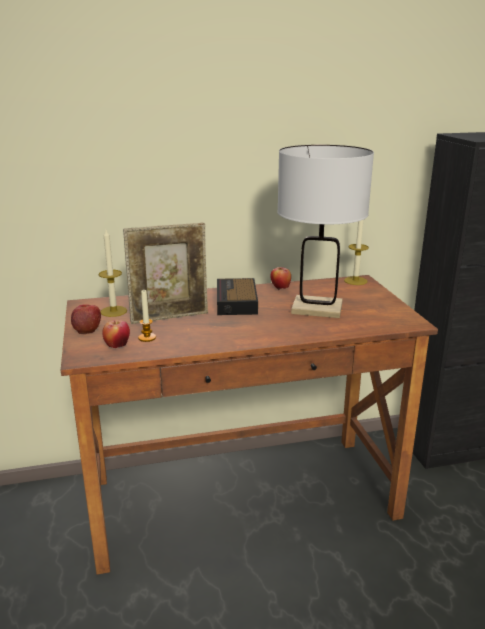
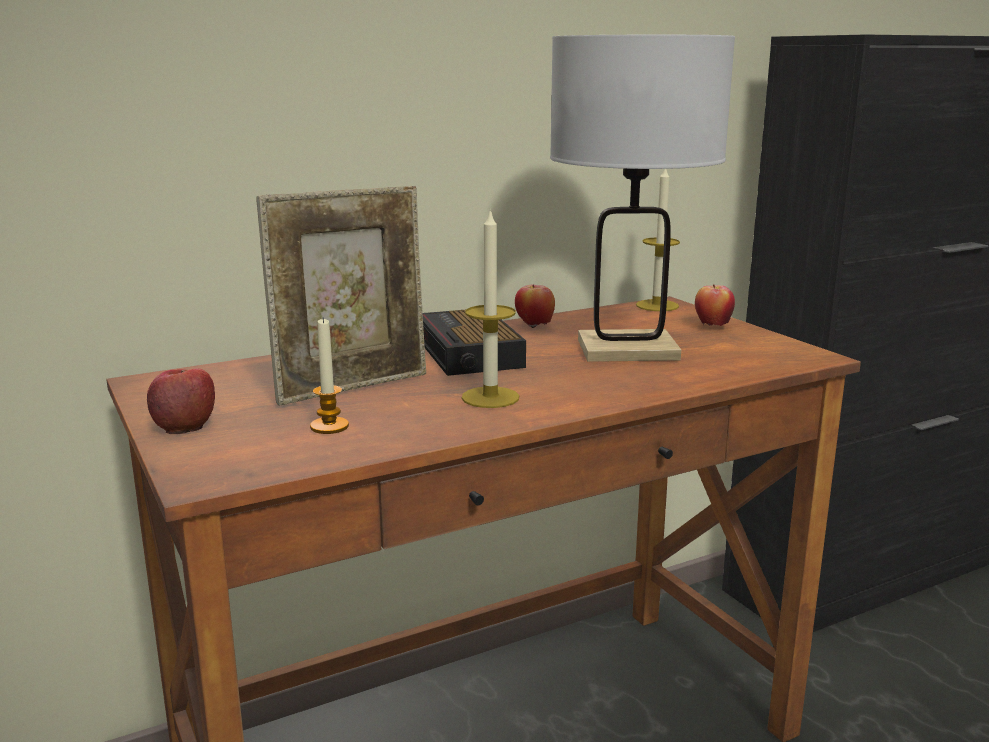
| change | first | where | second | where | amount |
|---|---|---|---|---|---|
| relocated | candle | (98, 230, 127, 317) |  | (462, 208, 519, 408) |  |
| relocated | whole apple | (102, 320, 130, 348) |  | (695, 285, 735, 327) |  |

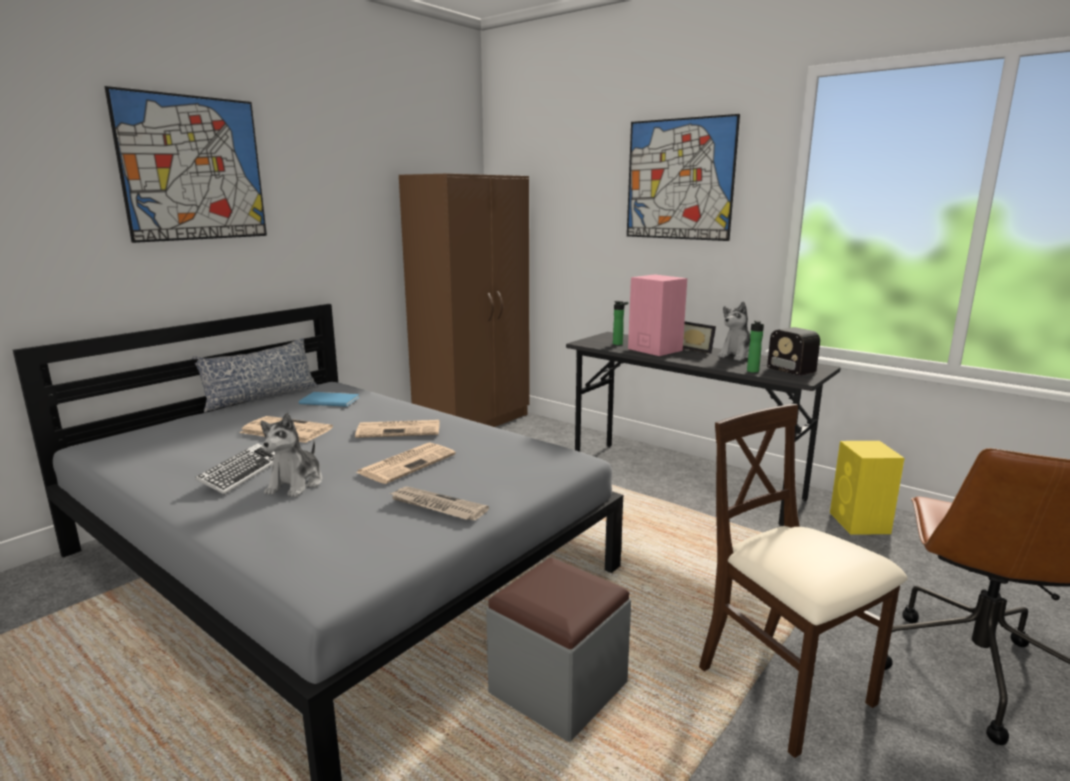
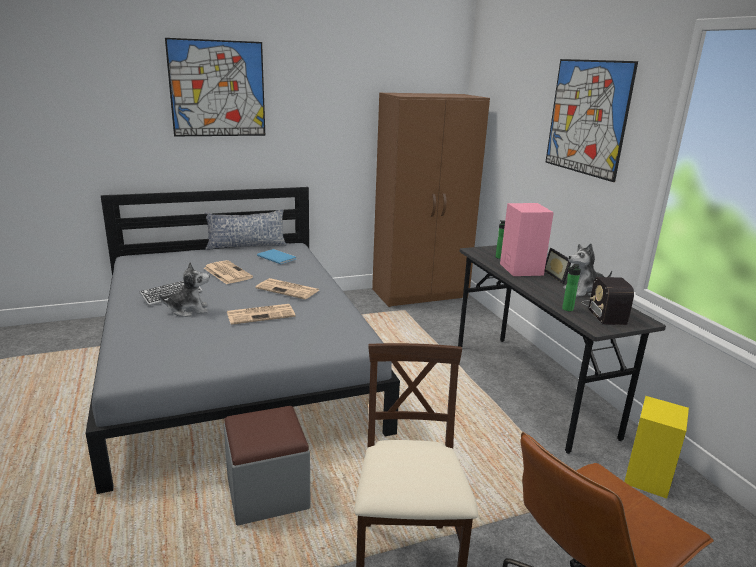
| change | first | where | second | where | amount |
|---|---|---|---|---|---|
| spun | plush toy | (261, 413, 322, 497) |  | (159, 262, 209, 317) | 150 degrees counterclockwise |
| missing | newspaper | (390, 486, 489, 520) |  |  |  |

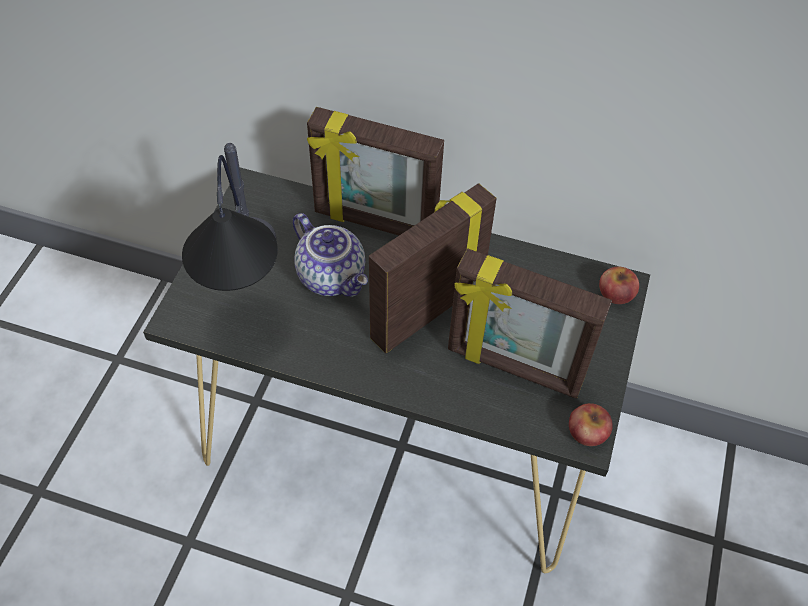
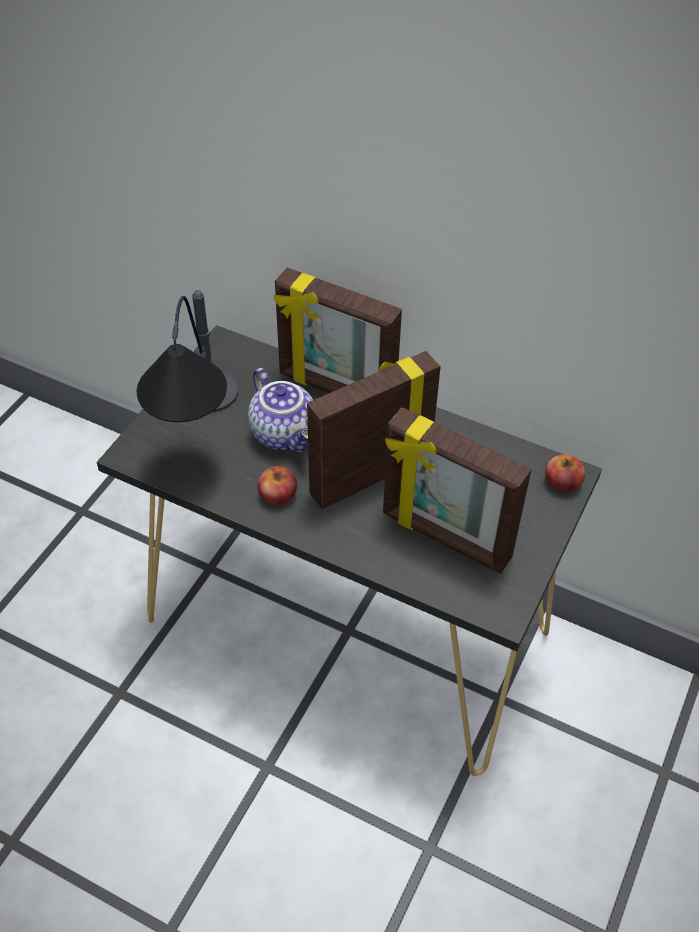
| change | first | where | second | where | amount |
|---|---|---|---|---|---|
| relocated | whole apple | (569, 403, 613, 446) |  | (258, 466, 297, 505) |  |

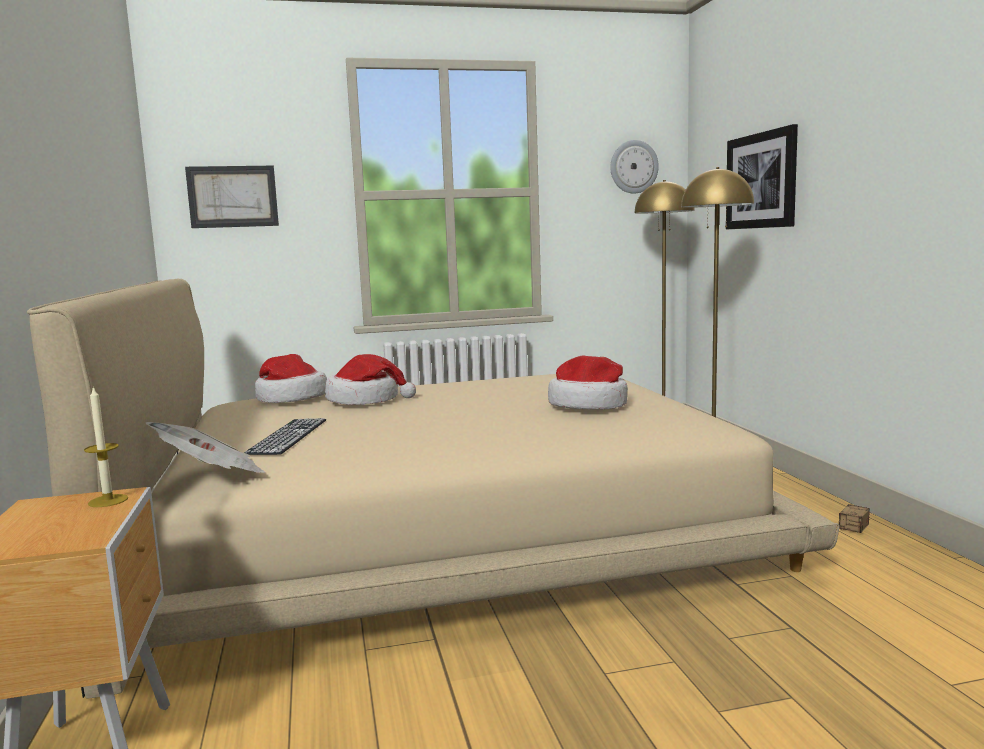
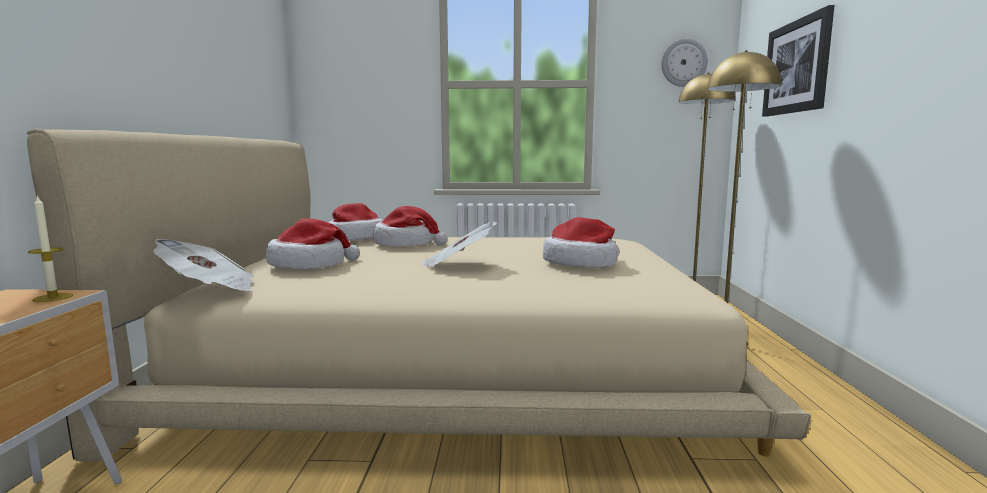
| change | first | where | second | where | amount |
|---|---|---|---|---|---|
| missing | wall art | (185, 166, 279, 228) |  |  |  |
| exchanged | PC keyboard | (244, 418, 326, 455) | hat | (266, 218, 360, 269) |  |
| missing | storage container | (839, 491, 870, 533) |  |  |  |
| appeared |  |  | newspaper | (420, 222, 497, 267) |  |

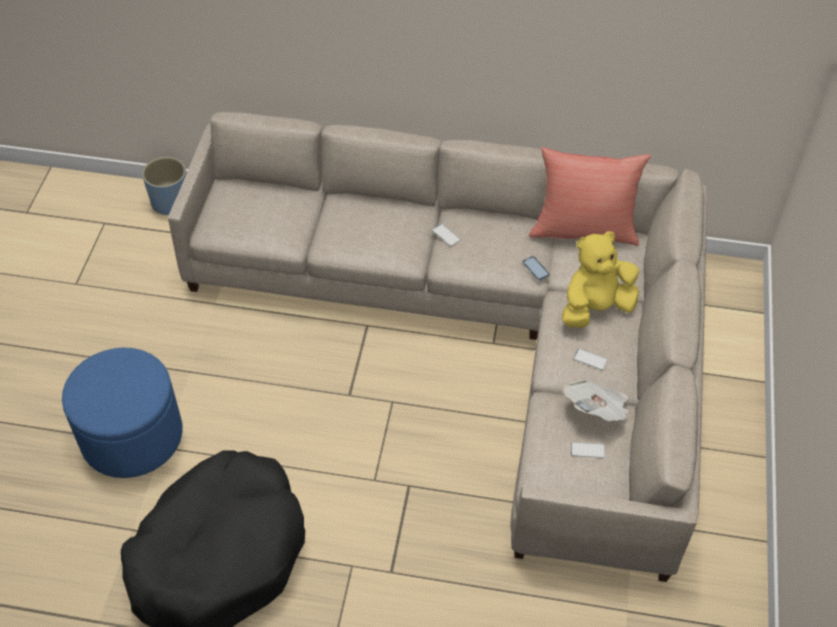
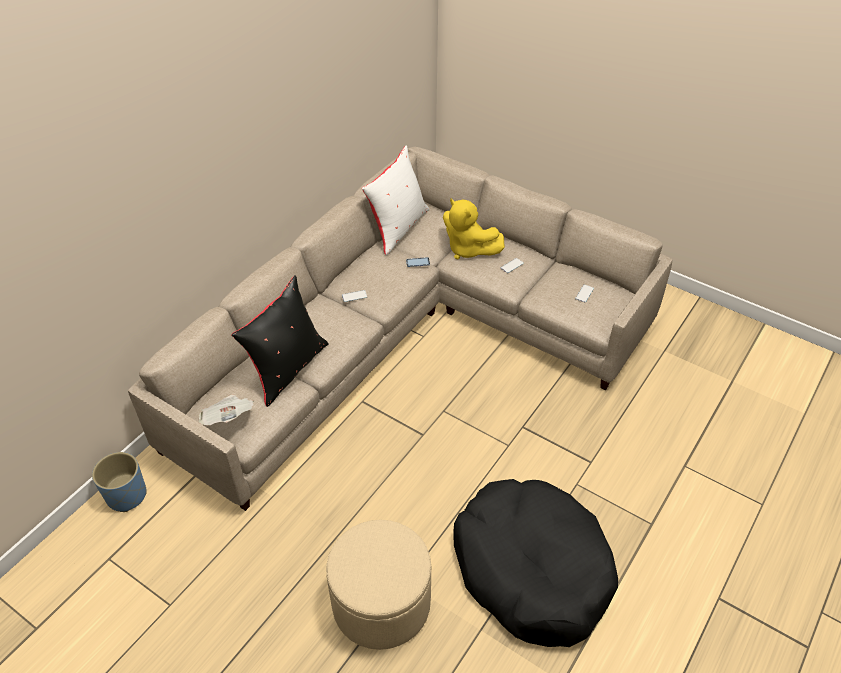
| change | first | where | second | where | amount |
|---|---|---|---|---|---|
| colour | footrest in bluish | (62, 348, 182, 478) | footrest in sand-coloured | (326, 520, 431, 650) |  |
| colour | pillow in red | (529, 147, 651, 246) | pillow in whitish | (362, 145, 430, 255) |  |
| spun | plush toy in yellow | (562, 231, 639, 328) |  | (443, 199, 505, 259) | 45 degrees counterclockwise |
| relocated | newspaper | (563, 379, 629, 421) |  | (199, 395, 255, 425) |  |
| appeared |  |  | pillow in black | (231, 275, 329, 407) |  |

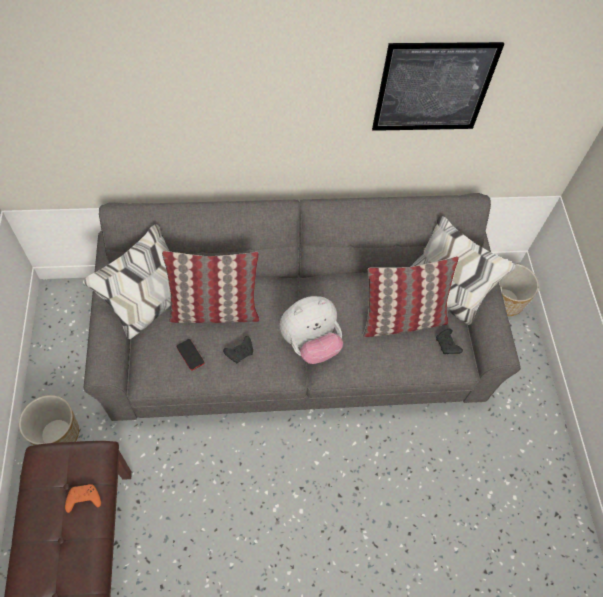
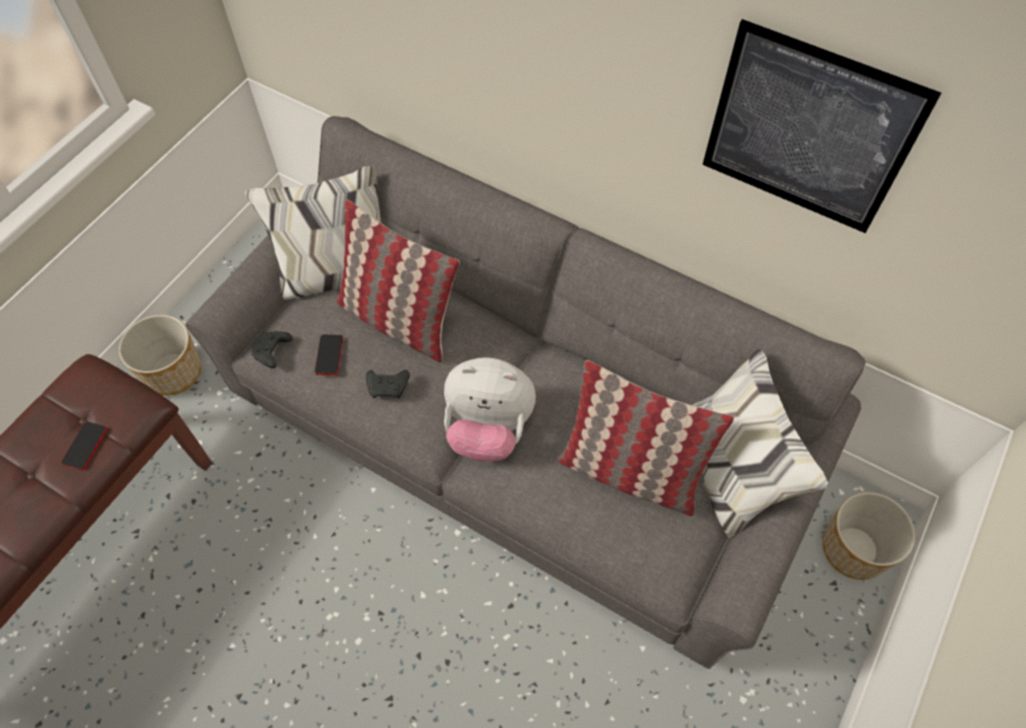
| change | first | where | second | where | amount |
|---|---|---|---|---|---|
| exchanged | joypad in orangey | (65, 484, 101, 513) | phone | (61, 421, 107, 470) |  |
| relocated | joypad in black | (436, 329, 463, 354) |  | (252, 331, 293, 368) |  |

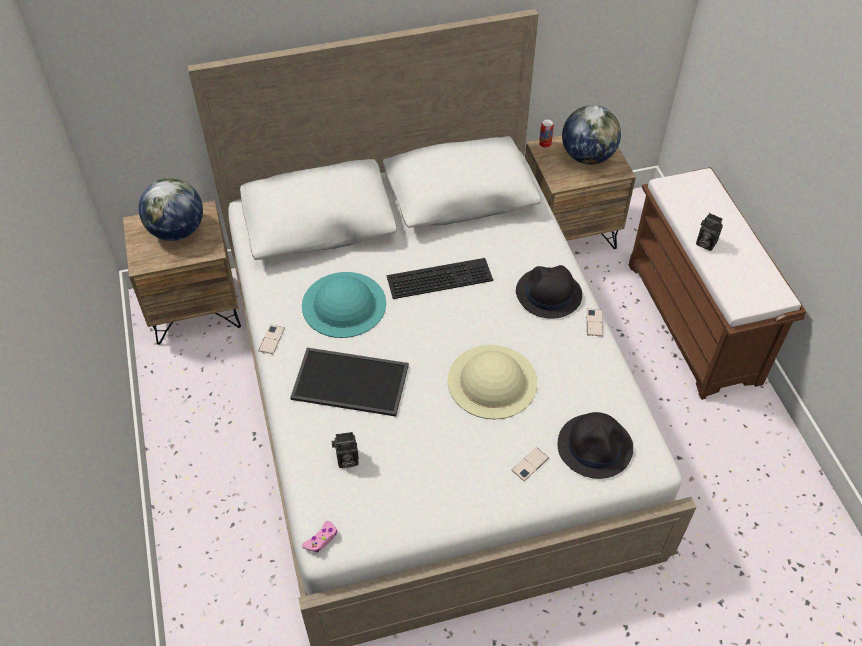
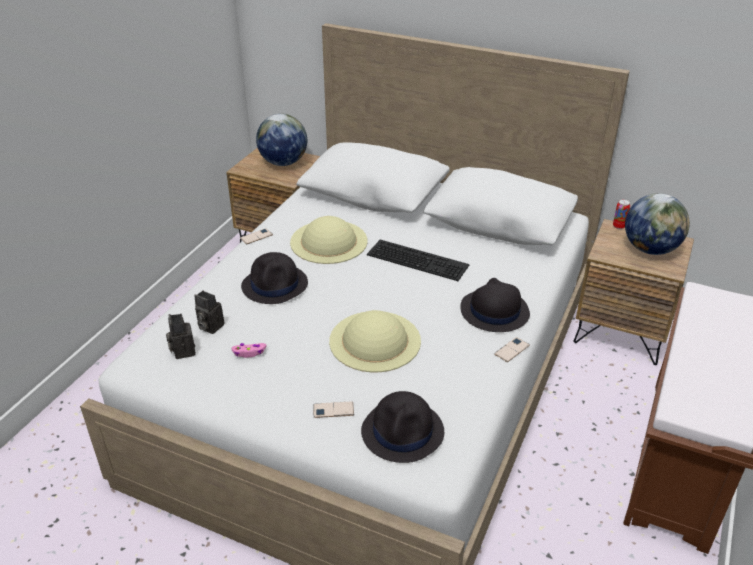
| change | first | where | second | where | amount |
|---|---|---|---|---|---|
| exchanged | carrying tray | (290, 348, 409, 417) | hat in black | (241, 252, 308, 304) |  |
| colour | hat in turquoise | (302, 272, 386, 338) | hat in sand-coloured | (290, 216, 368, 264) |  |
| relocated | joypad in pink | (302, 521, 337, 552) |  | (232, 343, 266, 358) |  |
| relocated | photo camera | (696, 213, 723, 251) |  | (166, 314, 196, 359) |  |

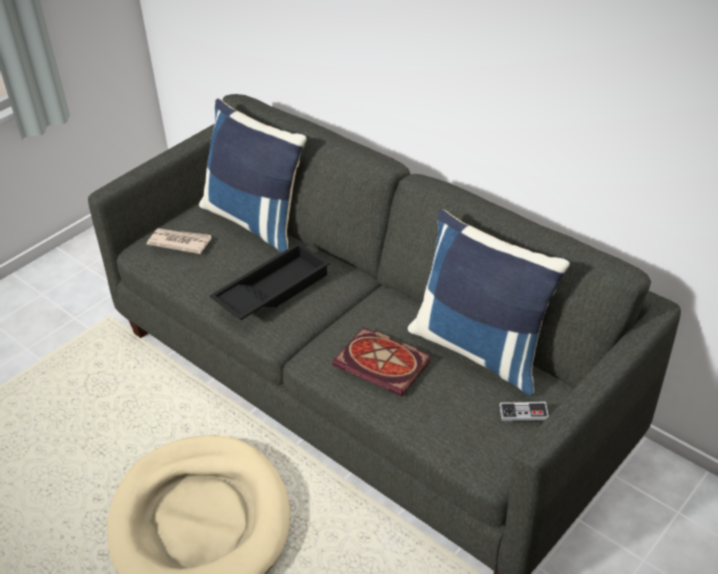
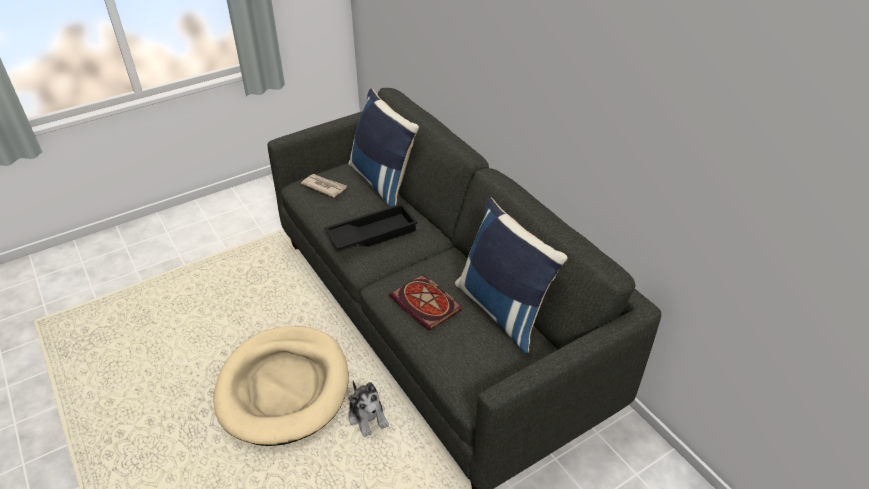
| change | first | where | second | where | amount |
|---|---|---|---|---|---|
| missing | joypad | (499, 402, 549, 421) |  |  |  |
| appeared |  |  | plush toy | (348, 380, 389, 437) |  |

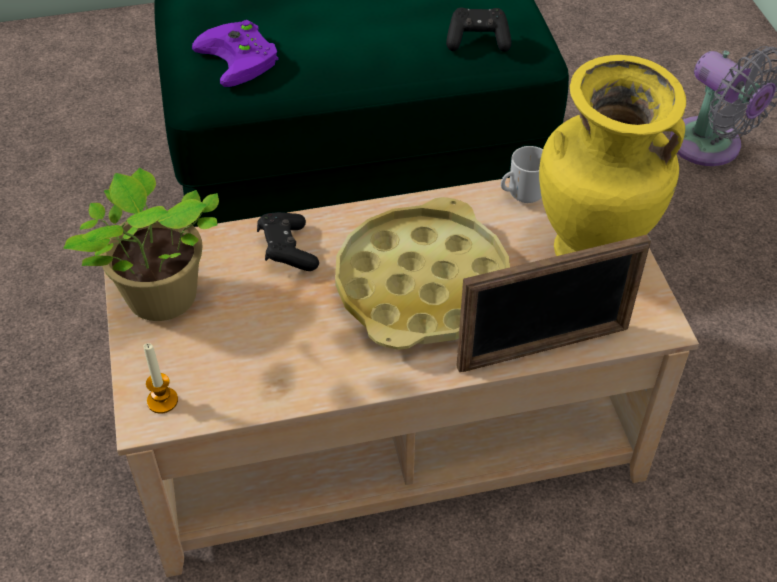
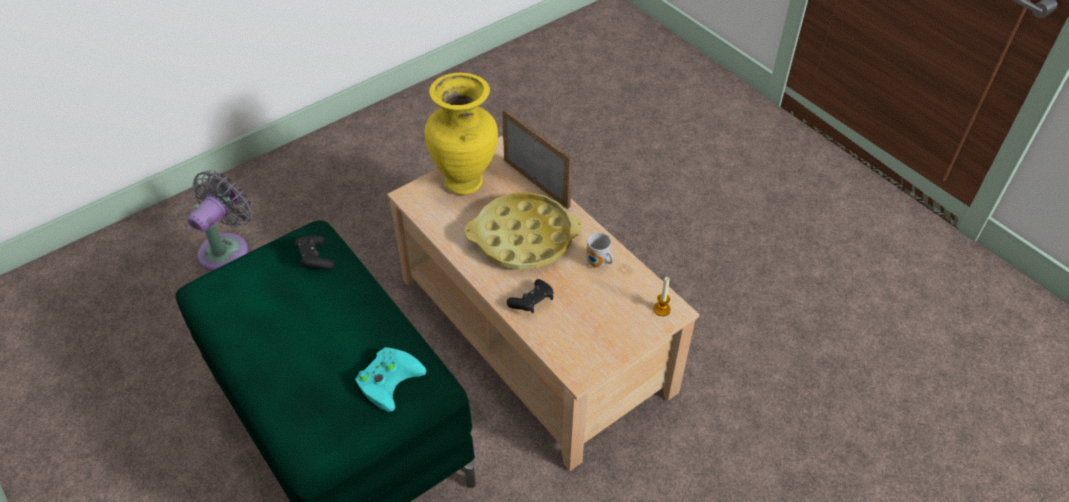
| change | first | where | second | where | amount |
|---|---|---|---|---|---|
| missing | houseplant | (63, 168, 219, 321) |  |  |  |
| colour | joypad in purple | (192, 20, 279, 87) | joypad in turquoise | (356, 347, 426, 412) |  |
| relocated | tea mug | (501, 146, 543, 203) |  | (587, 233, 613, 267) |  |

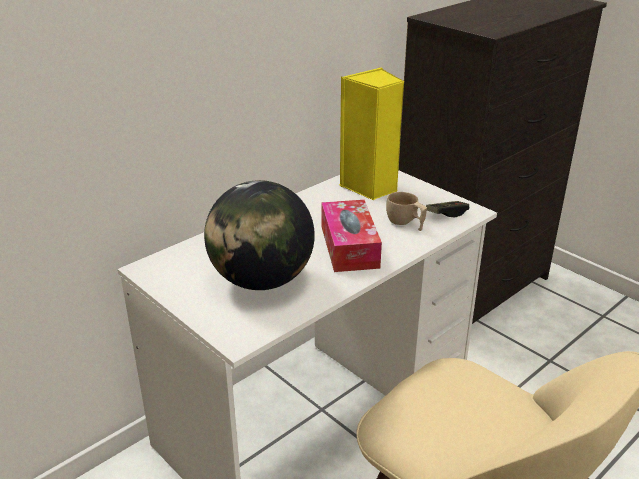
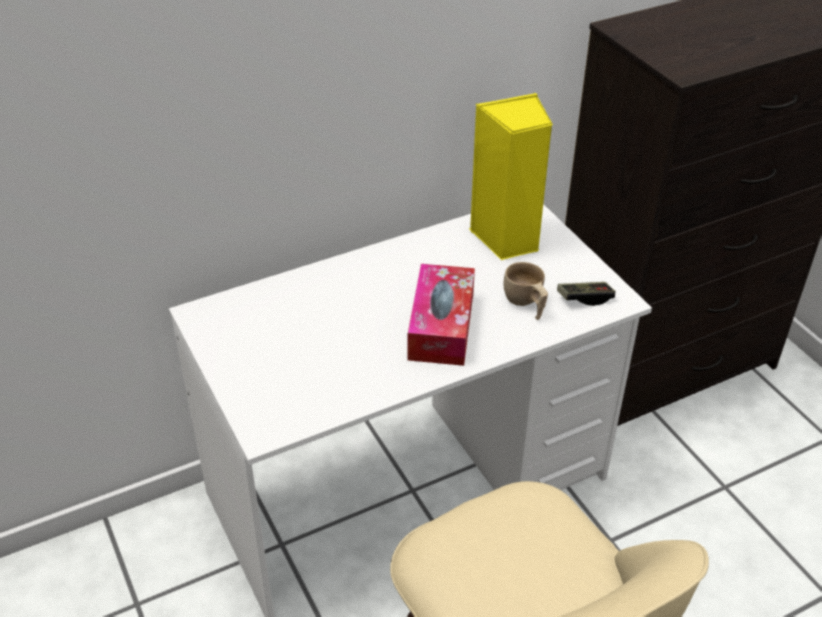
| change | first | where | second | where | amount |
|---|---|---|---|---|---|
| missing | desk globe | (204, 180, 315, 290) |  |  |  |

